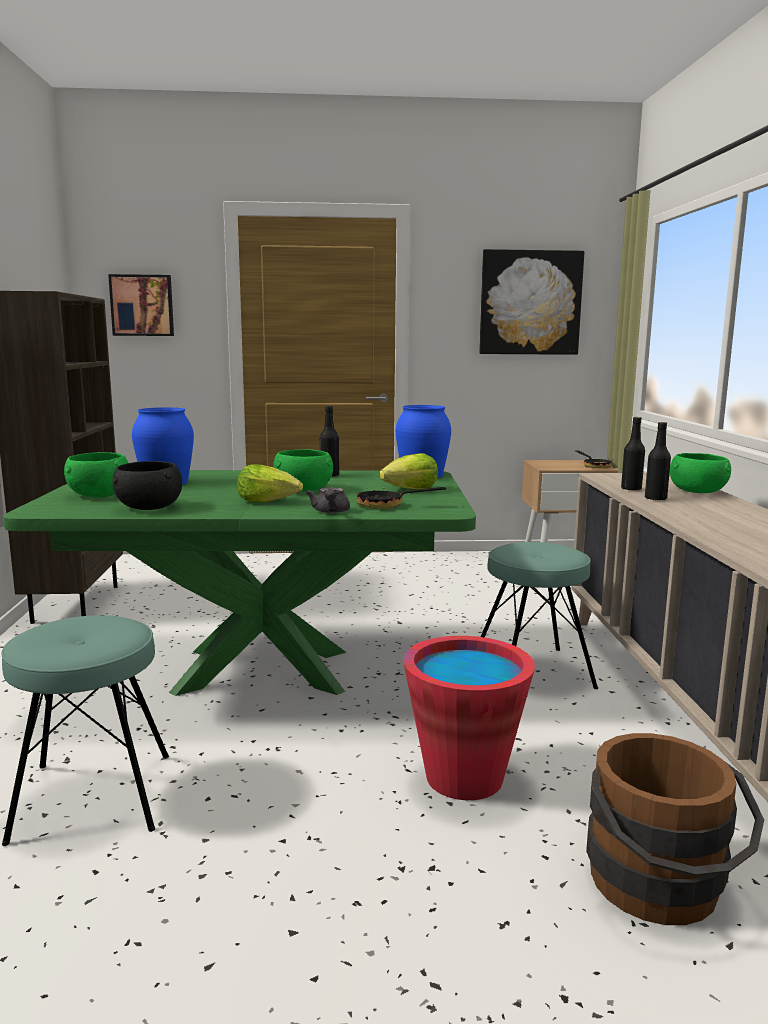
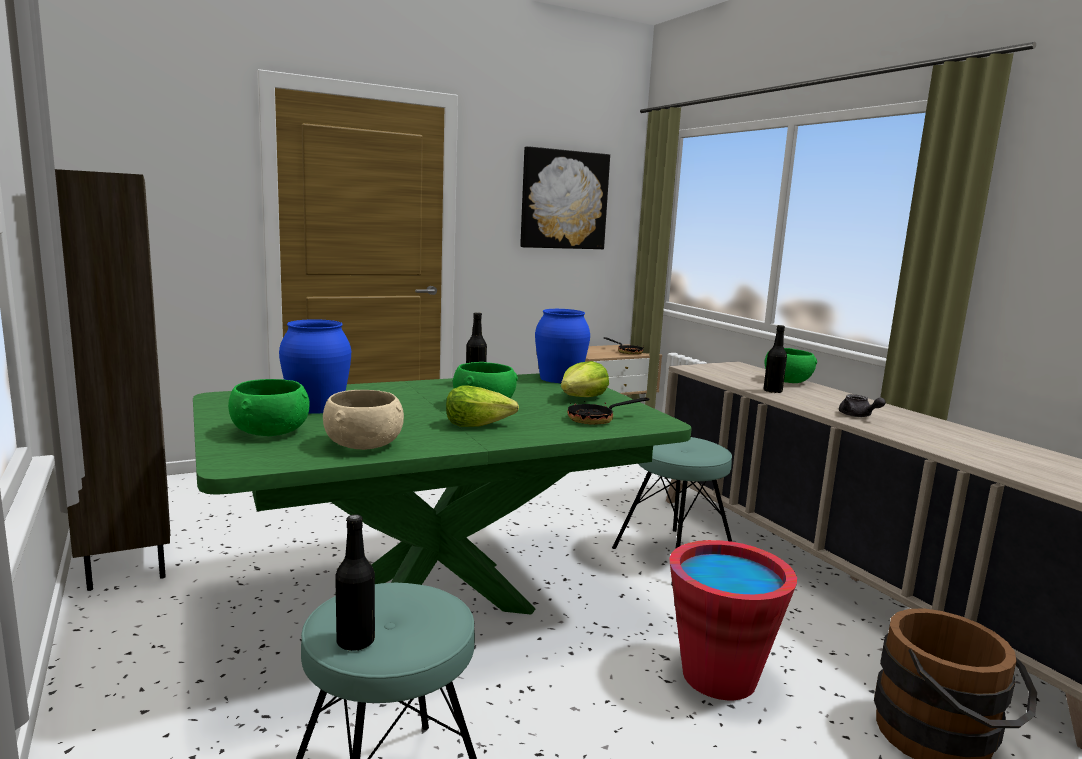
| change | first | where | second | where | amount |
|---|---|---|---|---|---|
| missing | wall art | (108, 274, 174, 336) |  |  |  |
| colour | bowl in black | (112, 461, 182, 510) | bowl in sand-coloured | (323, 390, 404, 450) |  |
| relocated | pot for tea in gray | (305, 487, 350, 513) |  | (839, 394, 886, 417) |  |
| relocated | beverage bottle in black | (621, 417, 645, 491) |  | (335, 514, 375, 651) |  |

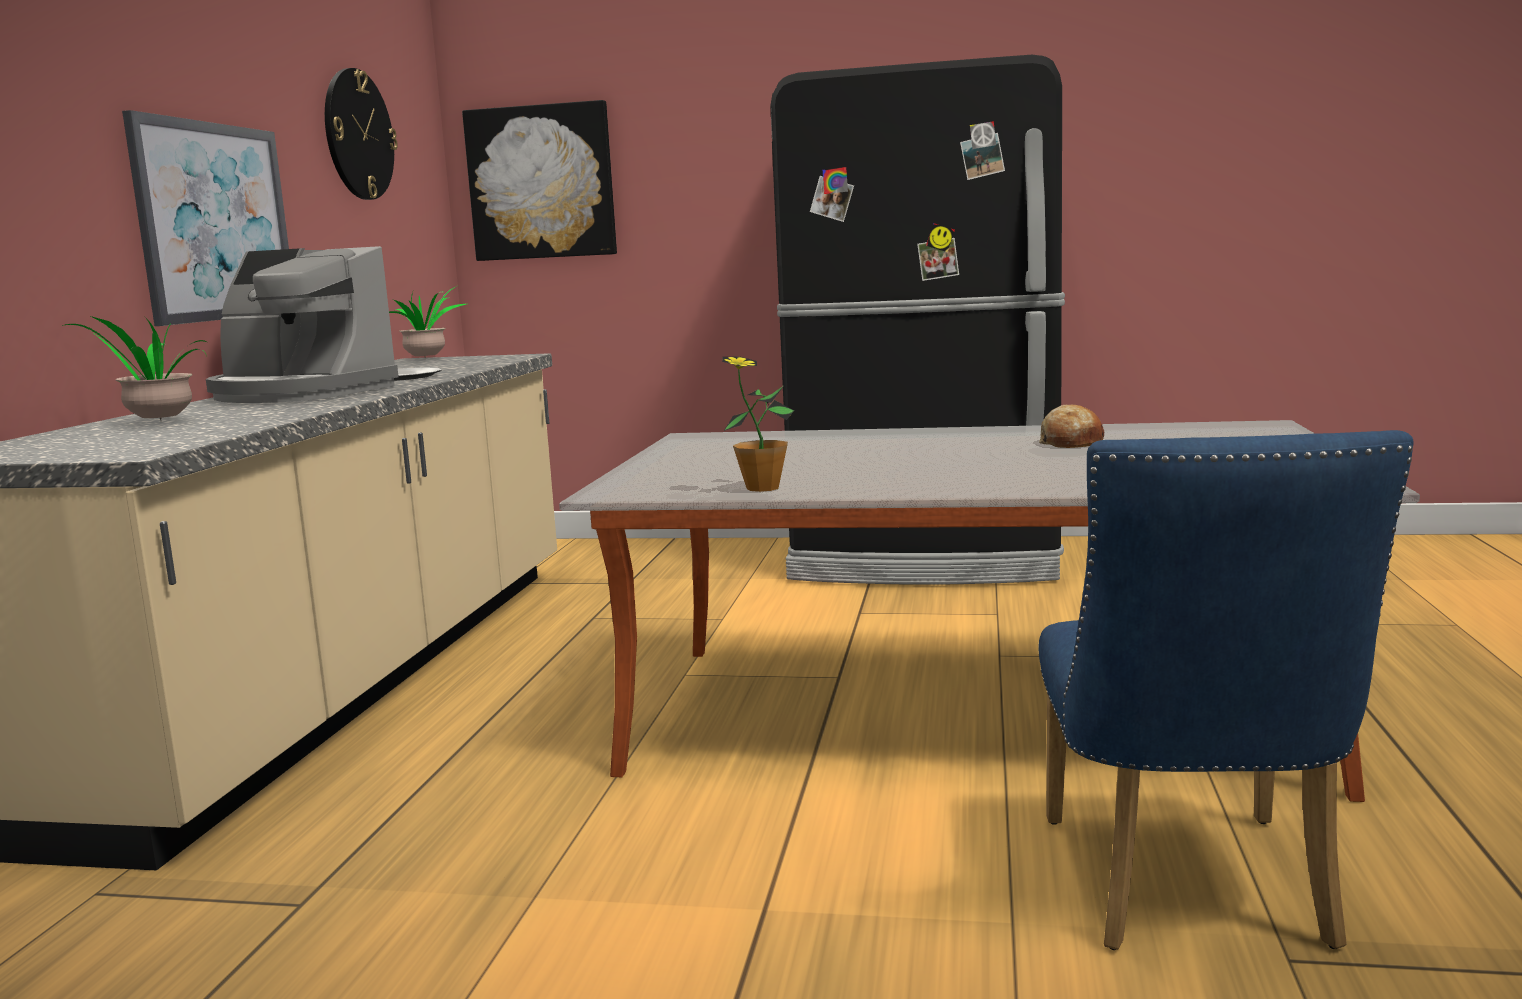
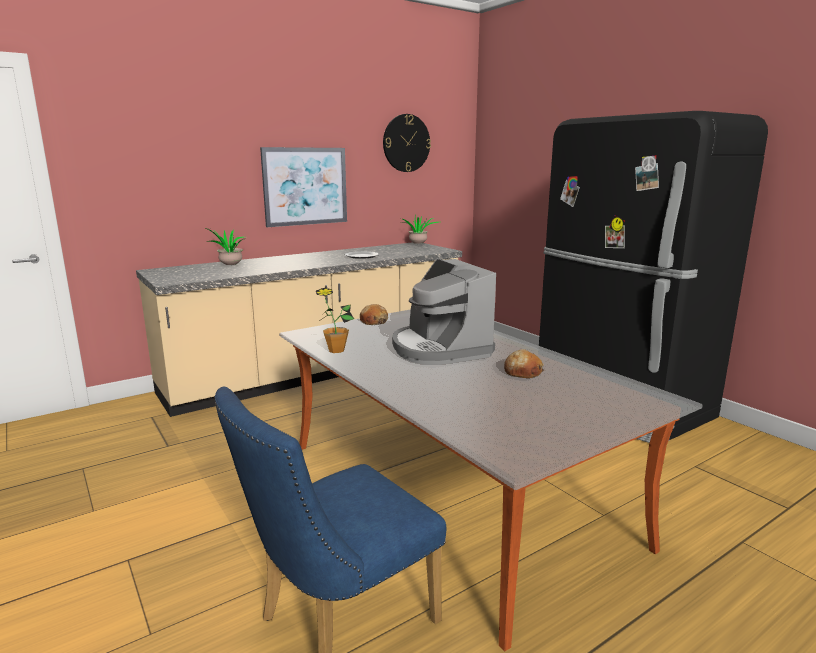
| change | first | where | second | where | amount |
|---|---|---|---|---|---|
| relocated | coffee brewer | (206, 246, 399, 403) |  | (392, 259, 496, 365) |  |
| missing | wall art | (462, 100, 617, 261) |  |  |  |
| appeared |  |  | bread | (360, 304, 388, 325) |  |

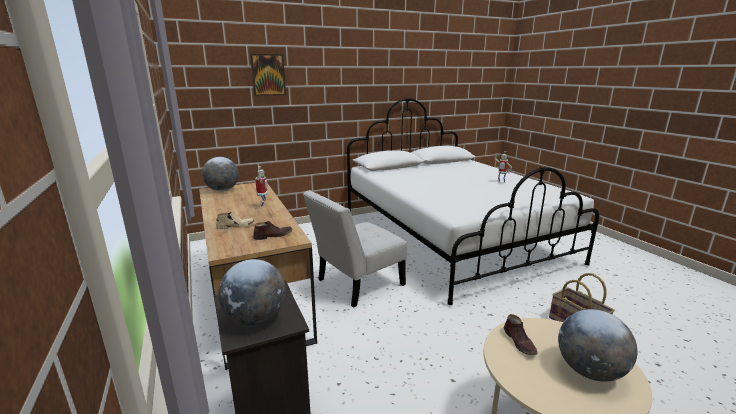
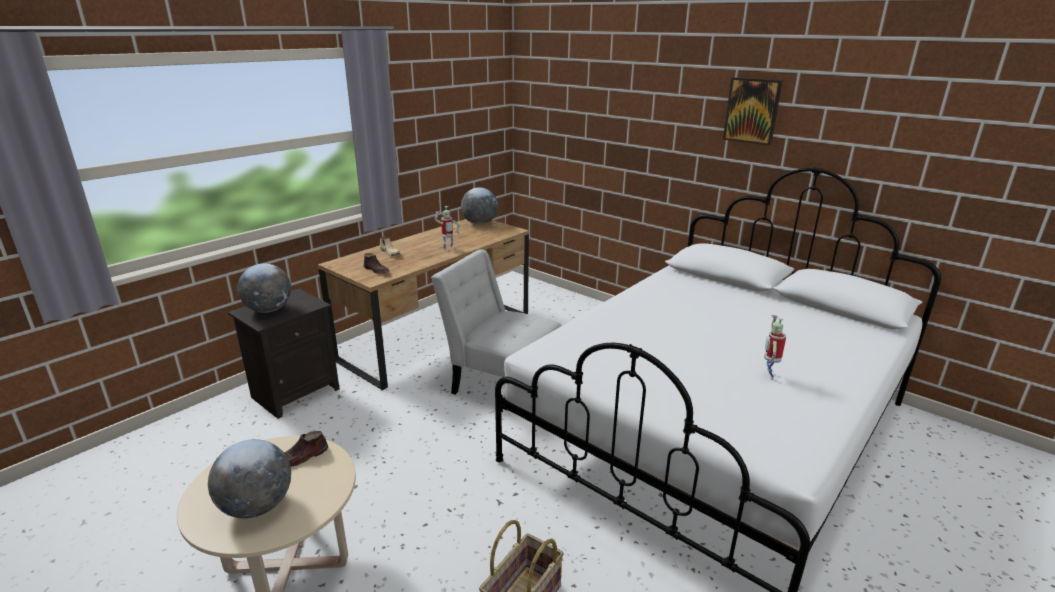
| change | first | where | second | where | amount |
|---|---|---|---|---|---|
| relocated | wall art | (250, 54, 286, 96) |  | (723, 77, 783, 146) |  |

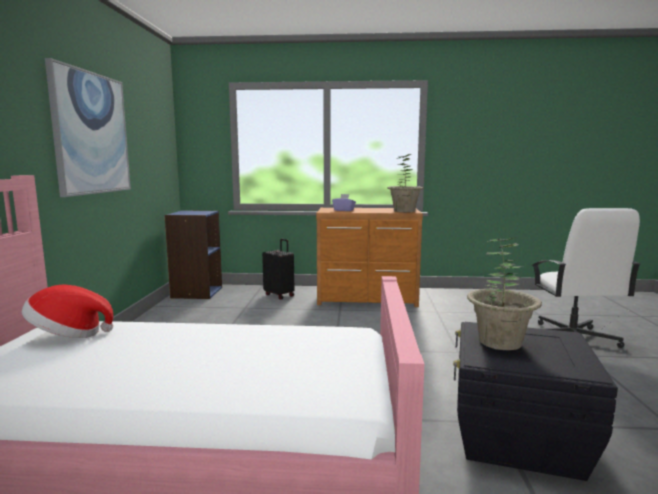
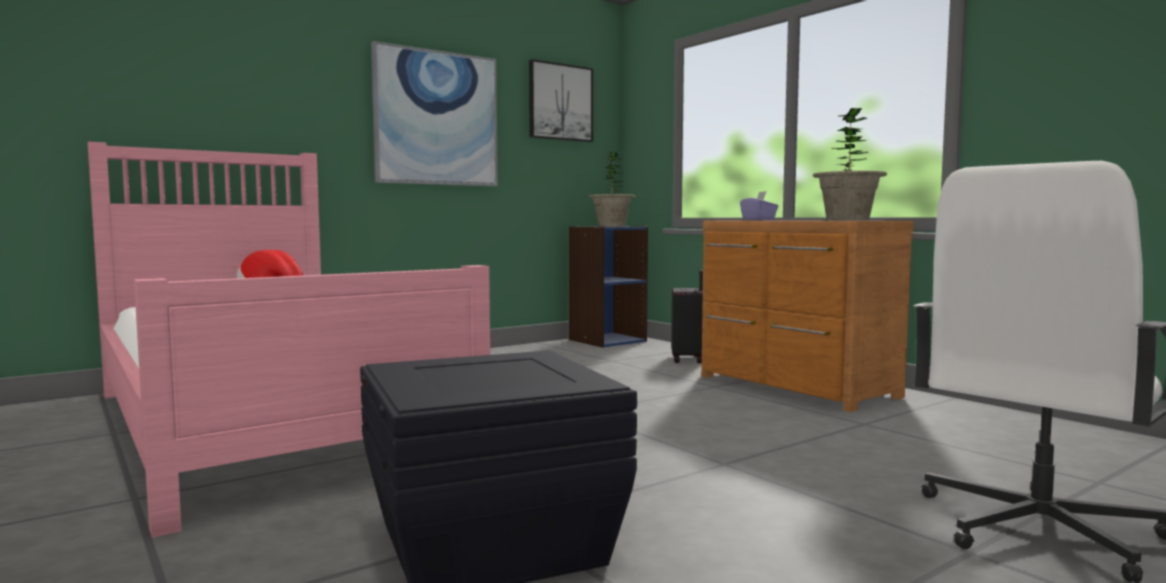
| change | first | where | second | where | amount |
|---|---|---|---|---|---|
| relocated | houseplant | (467, 237, 542, 350) |  | (589, 152, 635, 227) |  |
| appeared |  |  | wall art | (529, 59, 593, 142) |  |

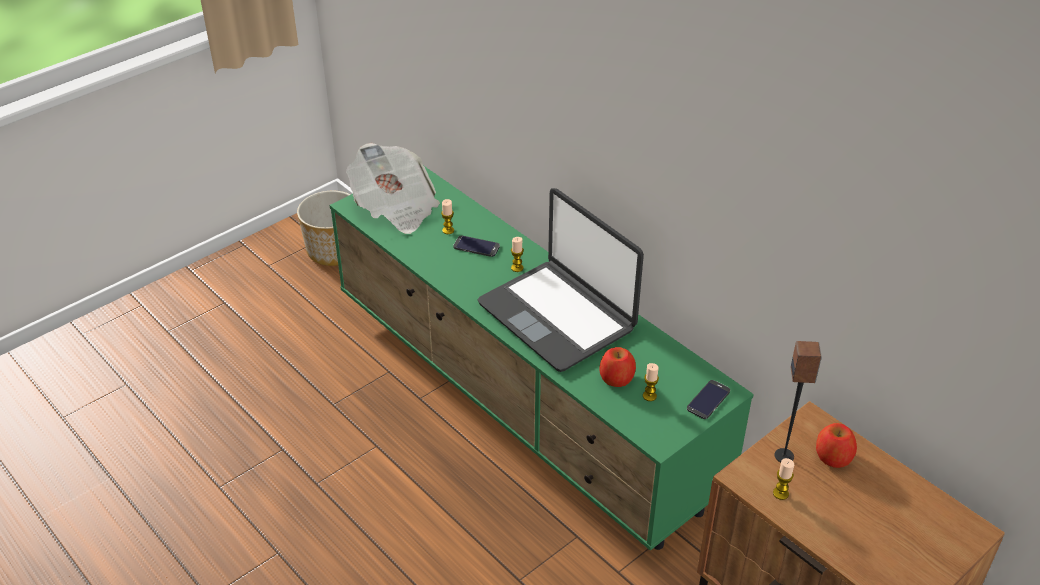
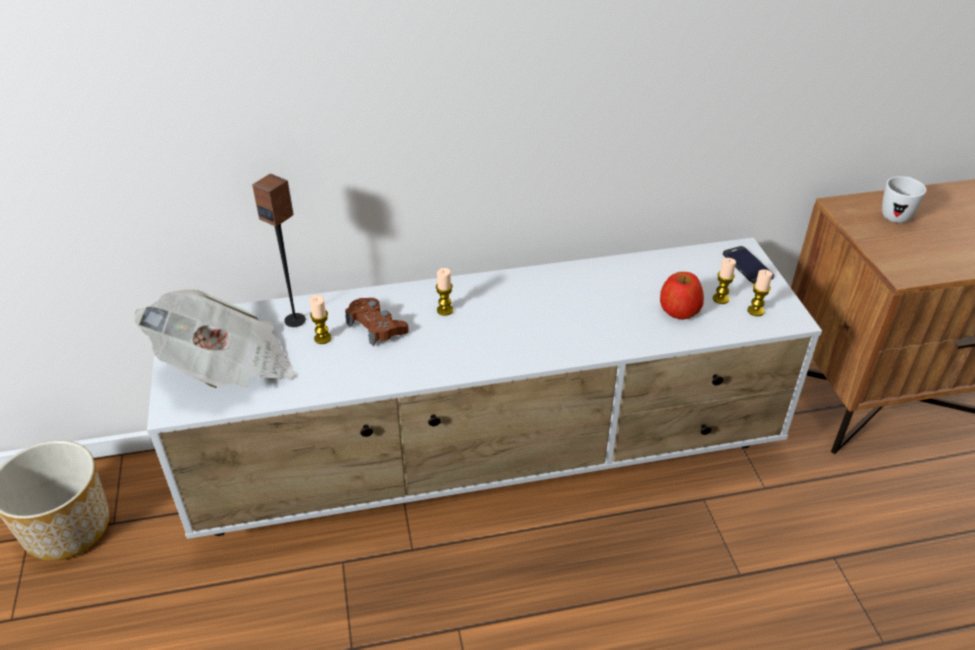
| change | first | where | second | where | amount |
|---|---|---|---|---|---|
| colour | media console in green | (330, 165, 754, 551) | media console in whitish | (147, 237, 822, 539) |  |
| exchanged | phone | (453, 236, 500, 257) | joypad in brown-coloured | (345, 298, 409, 347) |  |
| missing | notebook computer | (477, 188, 644, 372) |  |  |  |
| relocated | candle | (773, 458, 794, 500) |  | (747, 269, 773, 316) |  |
| relocated | speaker | (774, 341, 822, 462) |  | (252, 174, 306, 327) |  |
| exchanged | whole apple | (816, 423, 857, 468) | tea mug in whitish | (882, 176, 926, 223) |  |

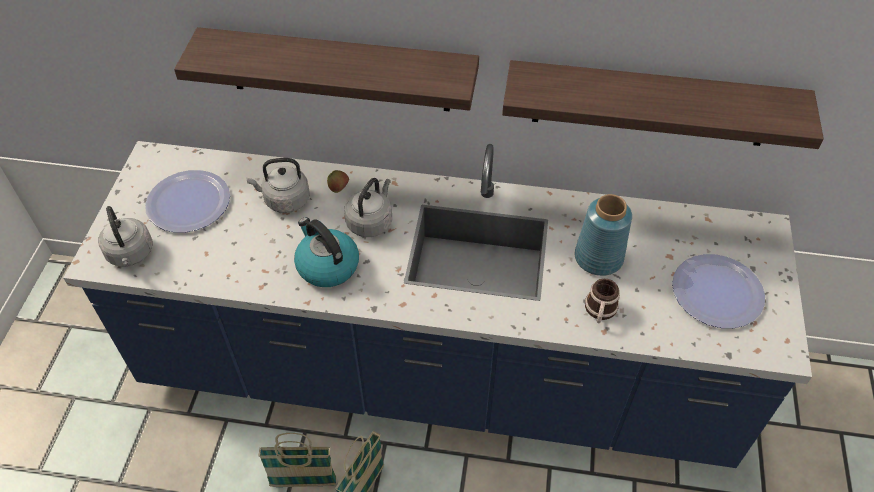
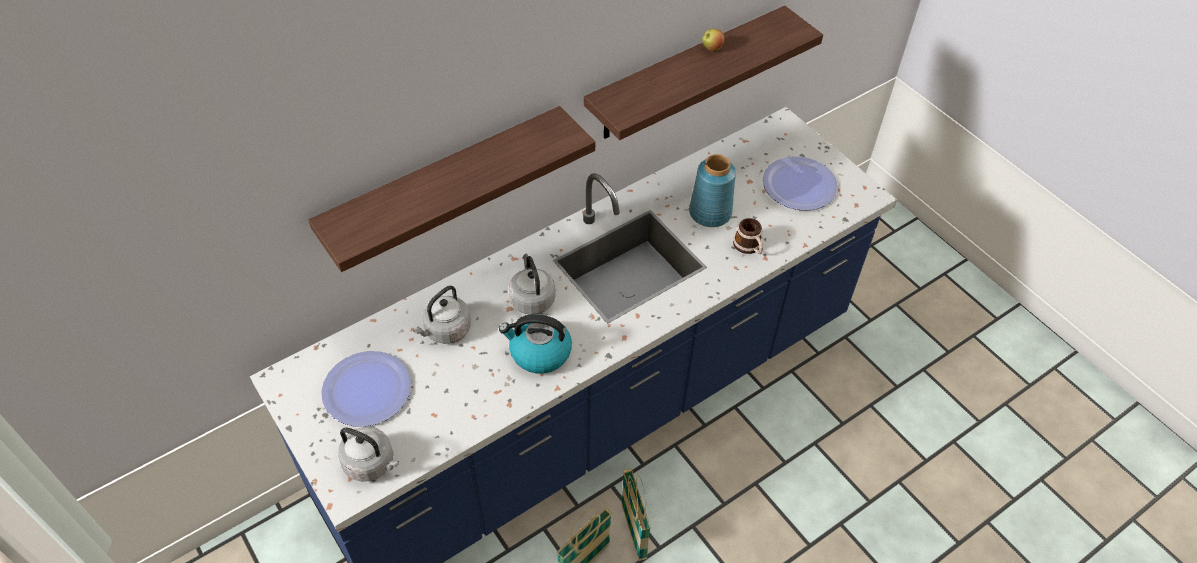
| change | first | where | second | where | amount |
|---|---|---|---|---|---|
| relocated | whole apple | (327, 170, 349, 193) |  | (702, 29, 725, 51) |  |

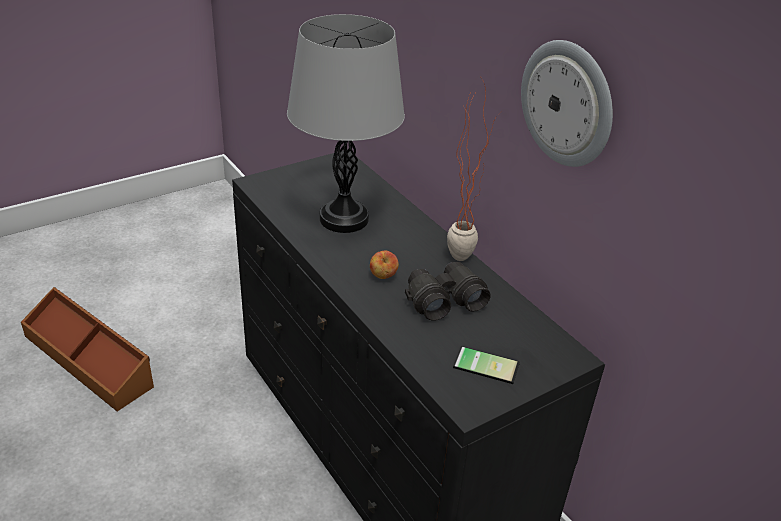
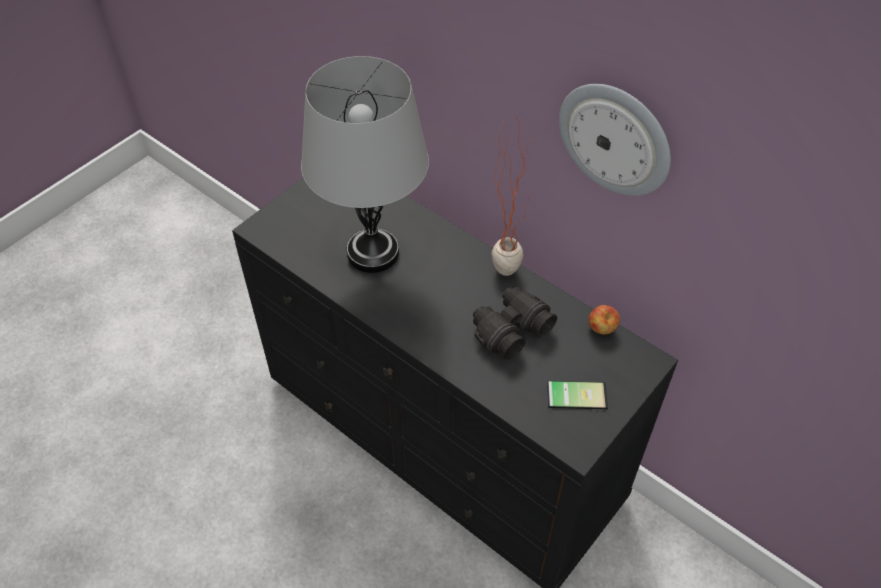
| change | first | where | second | where | amount |
|---|---|---|---|---|---|
| missing | storage container in brown-coloured | (21, 287, 154, 411) |  |  |  |
| relocated | whole apple | (370, 250, 399, 279) |  | (588, 305, 620, 335) |  |

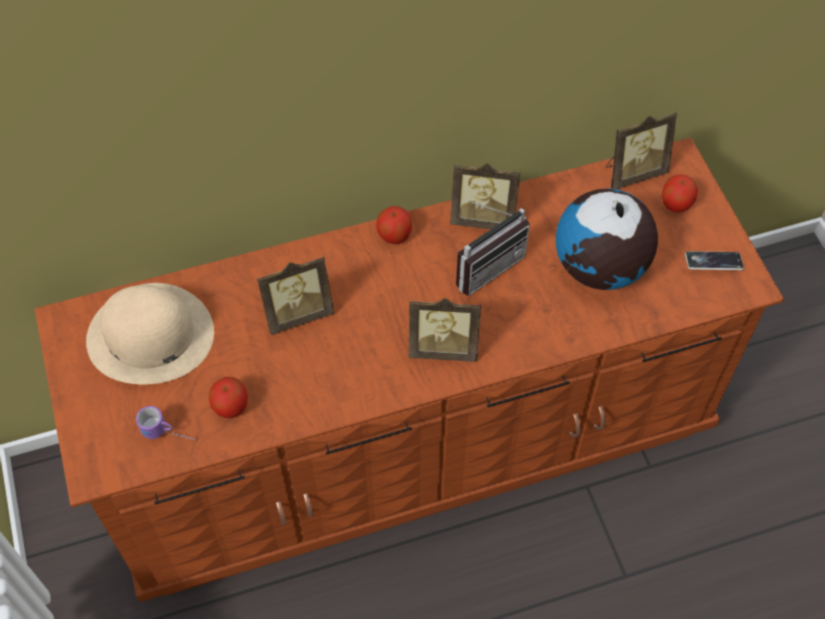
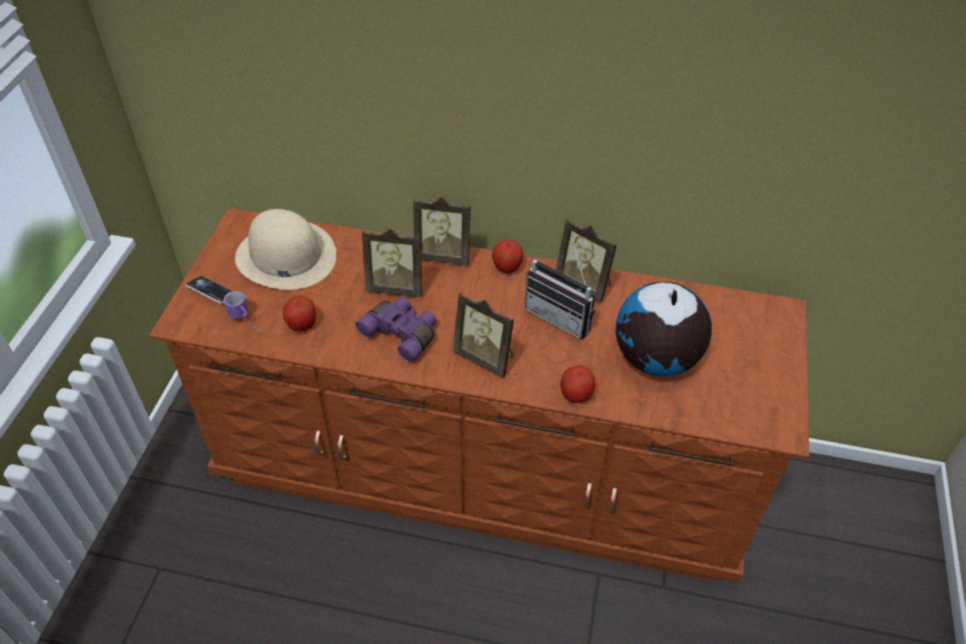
| change | first | where | second | where | amount |
|---|---|---|---|---|---|
| spun | radio | (456, 200, 530, 296) |  | (525, 242, 595, 340) | 45 degrees clockwise |
| relocated | picture frame | (606, 112, 677, 189) |  | (413, 197, 471, 266) |  |
| relocated | whole apple | (662, 174, 698, 212) |  | (560, 365, 595, 403) |  |
| relocated | phone | (685, 251, 744, 270) |  | (185, 276, 232, 304) |  |
| appeared |  |  | binoculars in purple | (355, 297, 437, 363) |  |

